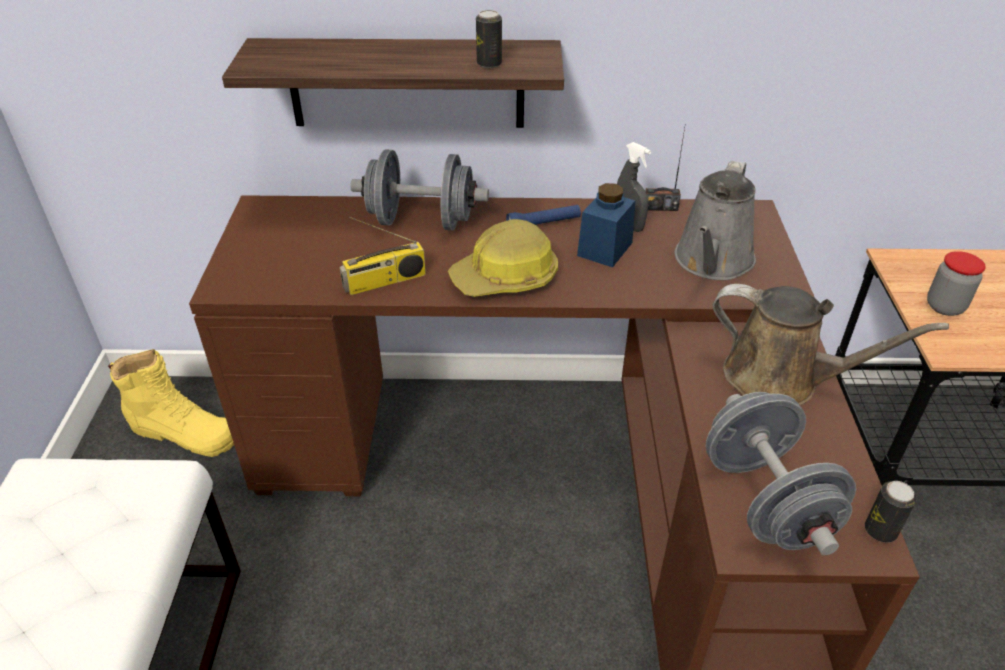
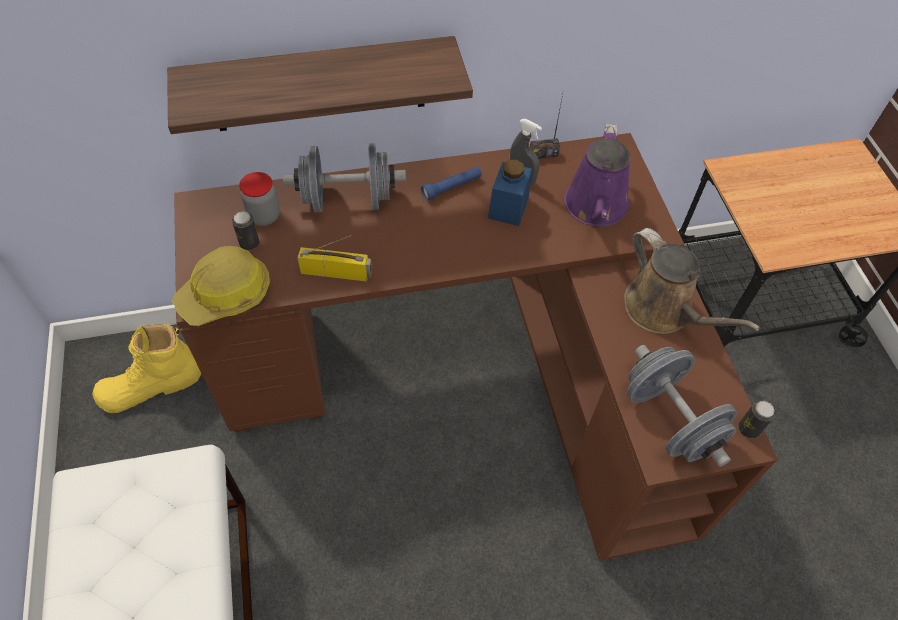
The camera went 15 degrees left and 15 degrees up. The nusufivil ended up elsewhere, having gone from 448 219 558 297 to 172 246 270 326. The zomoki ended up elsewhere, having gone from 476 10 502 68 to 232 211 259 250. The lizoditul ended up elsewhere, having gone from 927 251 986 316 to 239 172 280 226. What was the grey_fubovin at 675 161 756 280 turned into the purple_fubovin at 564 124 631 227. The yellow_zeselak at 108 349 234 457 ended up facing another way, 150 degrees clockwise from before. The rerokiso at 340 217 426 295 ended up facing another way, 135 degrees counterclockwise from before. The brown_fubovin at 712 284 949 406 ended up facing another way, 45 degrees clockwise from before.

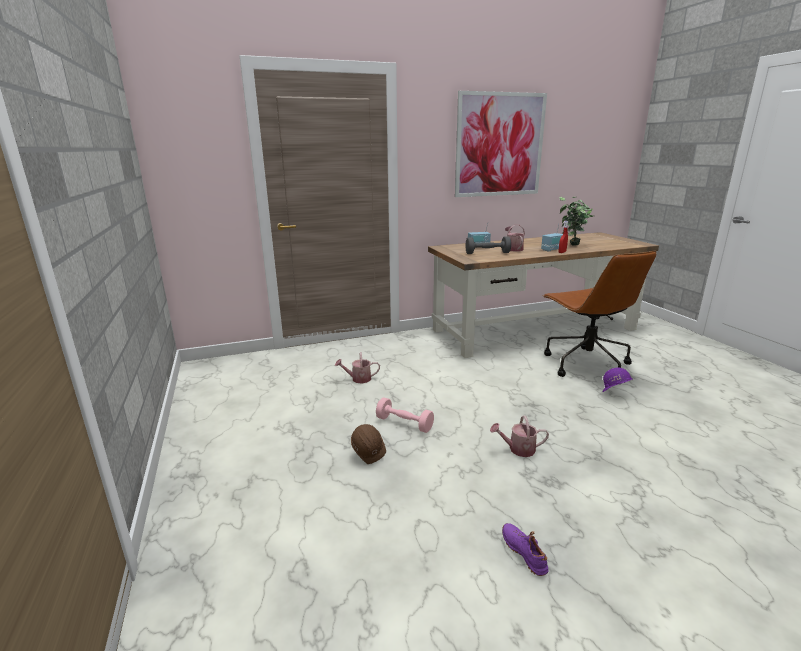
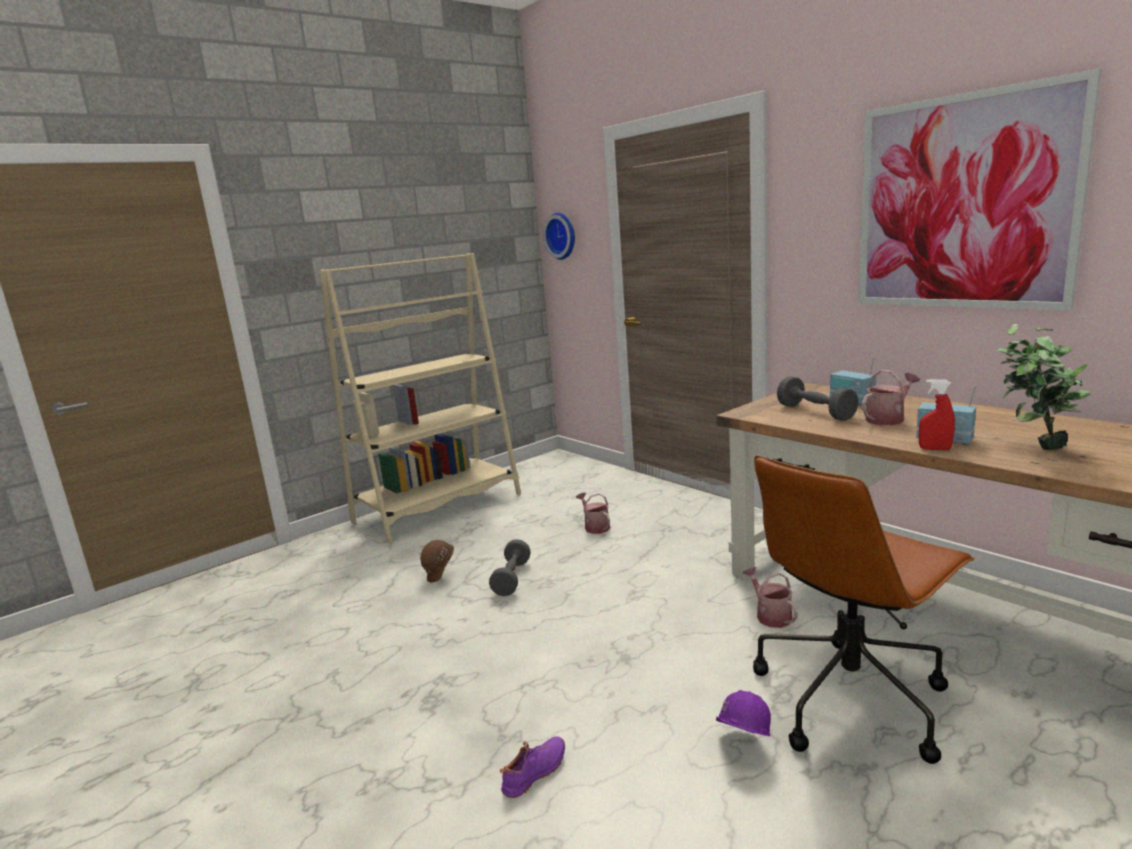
The camera went 70 degrees right and 5 degrees down. The second view gained the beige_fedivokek at 320 253 521 543. The second view gained the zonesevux at 543 213 575 260. The fubovin ended up elsewhere, having gone from 490 416 549 457 to 743 567 798 628. The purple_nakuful ended up elsewhere, having gone from 502 523 549 576 to 500 736 565 798. What was the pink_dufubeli at 376 397 434 433 turned into the grey_dufubeli at 489 539 531 596.

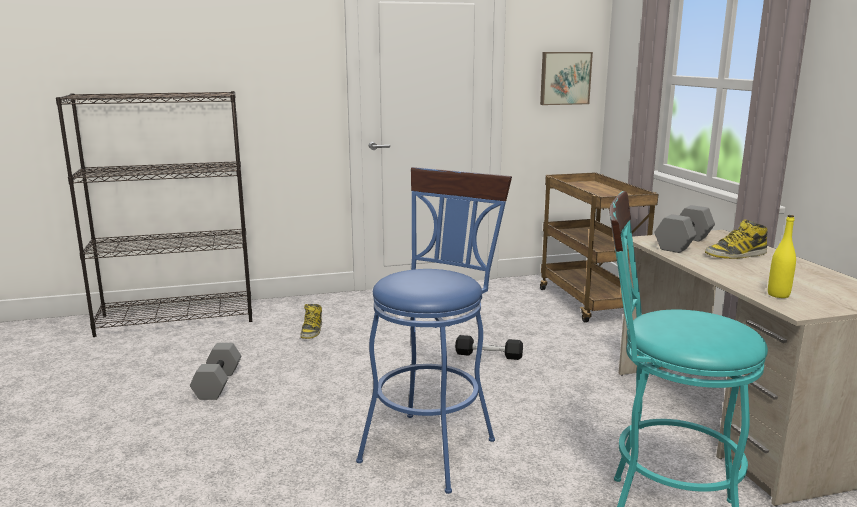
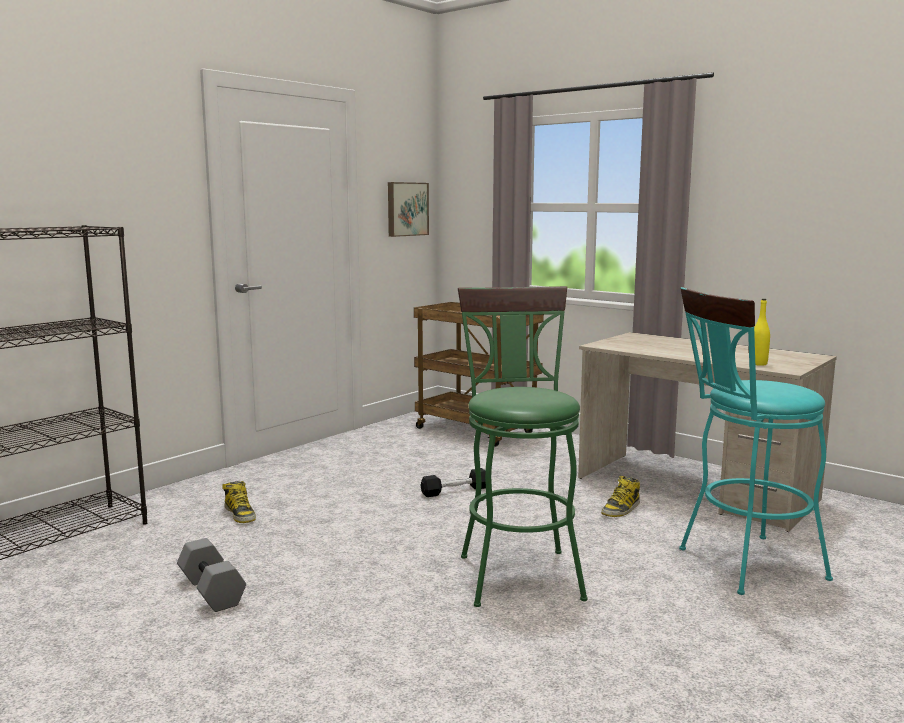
The camera went 35 degrees left and 5 degrees down. The second view lost the grey_dufubeli at 654 205 715 253. The zeselak ended up elsewhere, having gone from 705 219 768 259 to 601 476 640 517. What was the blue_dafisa at 356 167 512 494 turned into the green_dafisa at 458 286 588 607.

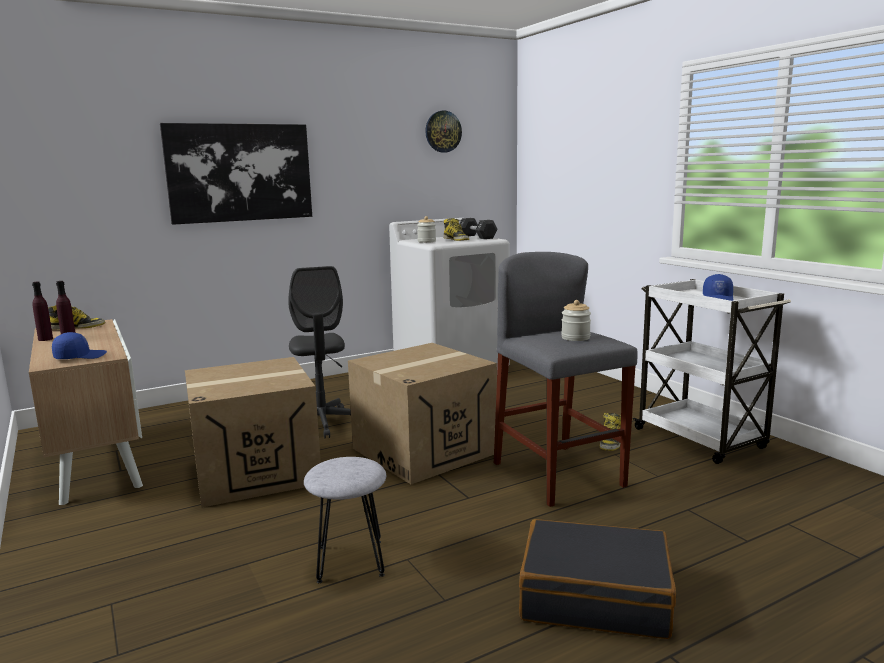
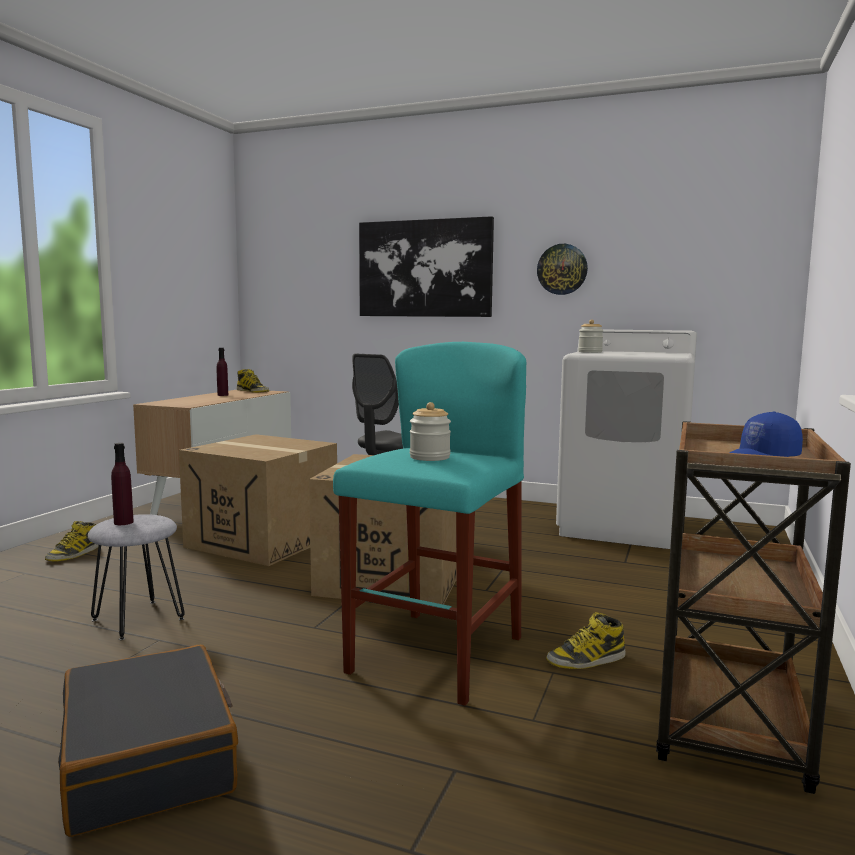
The camera went 50 degrees right and 5 degrees down. The second view lost the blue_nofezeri at 52 332 107 359. The second view lost the black_dufubeli at 460 218 497 239. The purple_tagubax ended up elsewhere, having gone from 32 282 53 341 to 111 443 134 525. The zonesevux ended up elsewhere, having gone from 425 111 462 153 to 537 244 588 295. The zeselak ended up elsewhere, having gone from 443 218 469 241 to 45 521 99 562. What was the grey_dafisa at 494 252 638 507 turned into the turquoise_dafisa at 333 342 526 706. What was the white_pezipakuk at 632 279 791 464 turned into the brown_pezipakuk at 656 421 851 794.

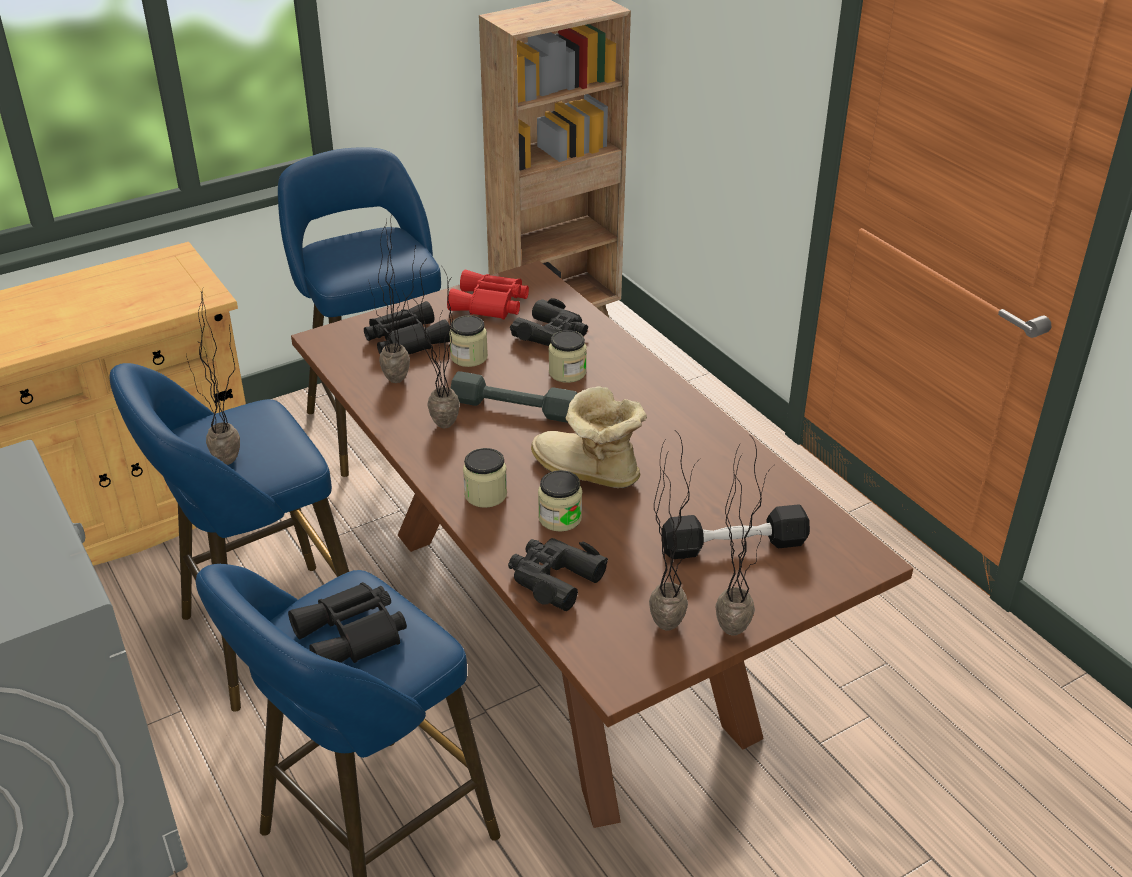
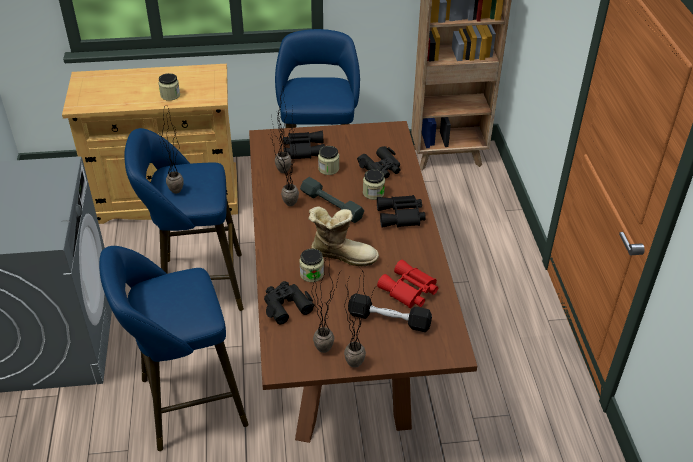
The camera went 25 degrees right and 5 degrees up. The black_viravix ended up elsewhere, having gone from 288 582 407 663 to 377 195 426 227. The red_viravix ended up elsewhere, having gone from 447 270 529 319 to 377 260 438 308. The lizoditul ended up elsewhere, having gone from 463 448 507 508 to 158 73 180 101. The zeselak at 531 386 647 488 ended up facing another way, 135 degrees clockwise from before.

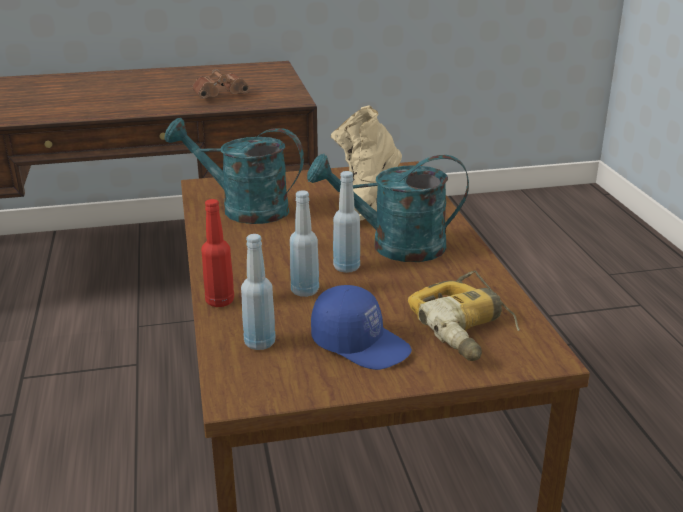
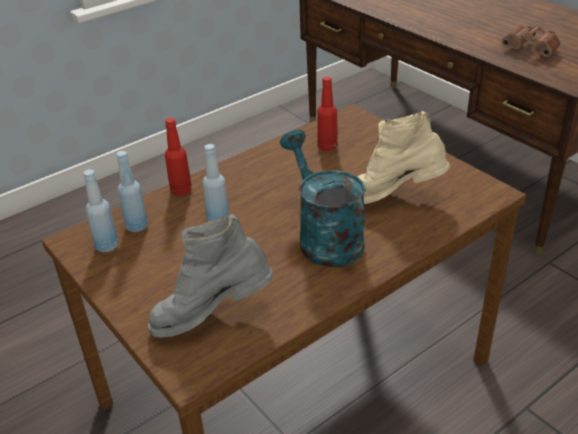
The camera went 65 degrees right and 10 degrees up. The second view lost the blue_nofezeri at 311 285 412 370. The blue_tagubax ended up elsewhere, having gone from 333 171 360 273 to 83 169 119 252. Where the turquoise_fubovin stood at 164 118 304 224, the red_tagubax came to stand at 317 76 338 151. Where the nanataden stood at 408 270 520 361, the grey_zeselak came to stand at 148 214 274 338.

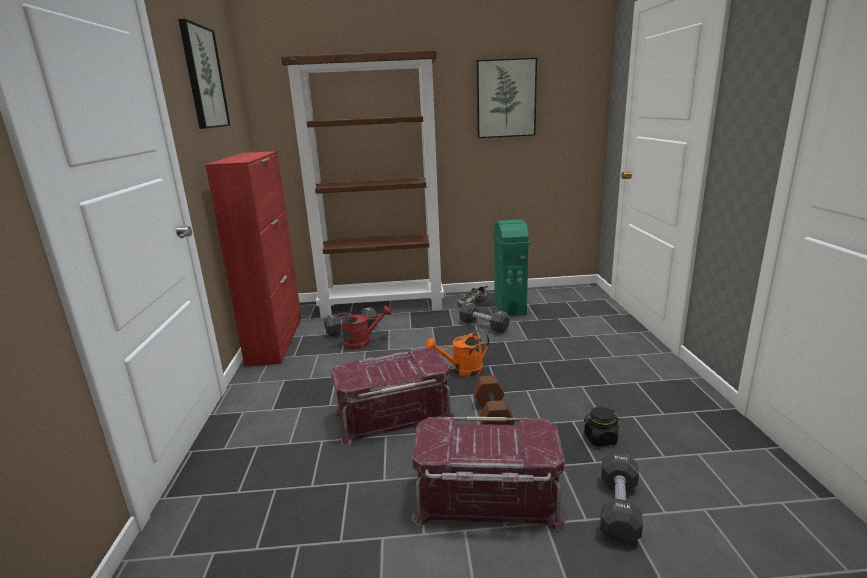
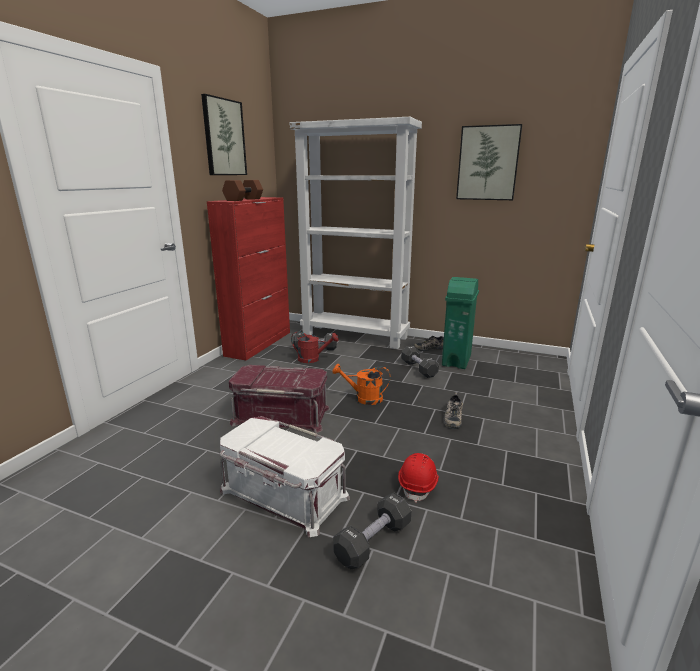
The camera went 25 degrees right and 0 degrees up. The second view gained the nakuful at 443 392 463 429. The brown_dufubeli ended up elsewhere, having gone from 473 375 515 425 to 222 180 263 201. Where the black_lizoditul stood at 584 407 619 447, the red_nusufivil came to stand at 398 453 439 503. What was the brown_fedivokek at 281 50 444 318 turned into the white_fedivokek at 290 117 422 349. What was the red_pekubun at 412 417 566 531 turned into the white_pekubun at 220 416 350 537.

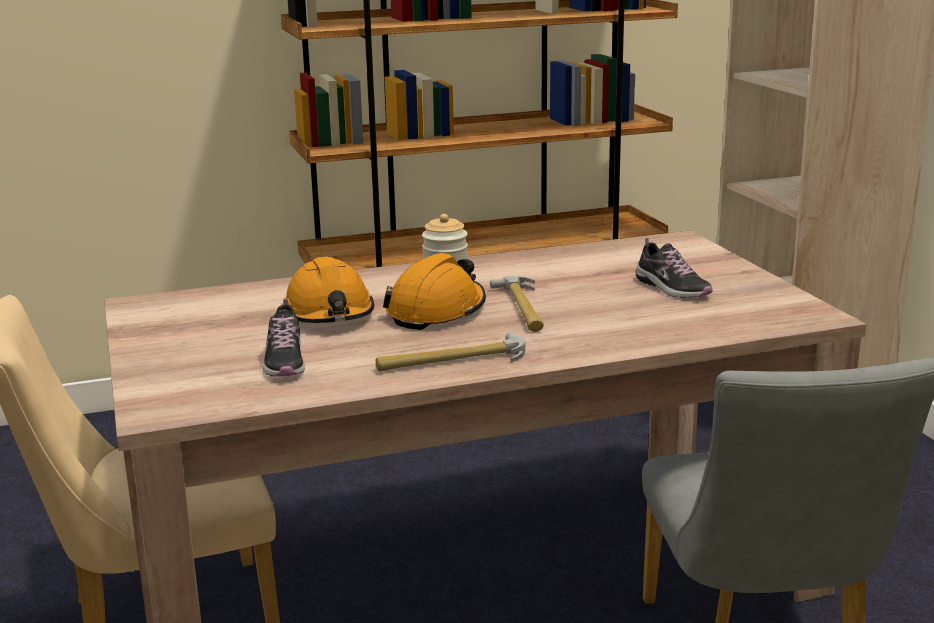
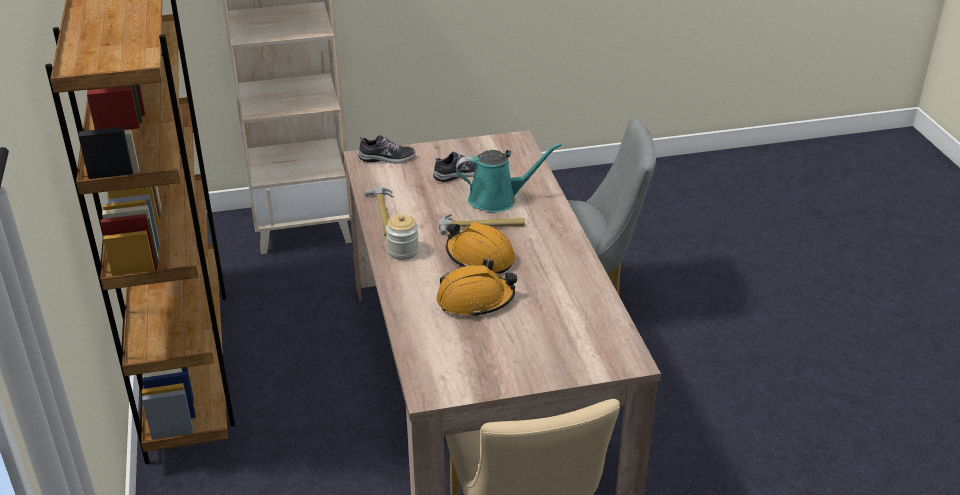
The camera went 85 degrees left and 15 degrees up. The second view gained the turquoise_fubovin at 456 143 561 212. The nakuful ended up elsewhere, having gone from 262 299 305 377 to 358 135 415 164. The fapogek ended up elsewhere, having gone from 376 332 525 372 to 365 187 393 237.

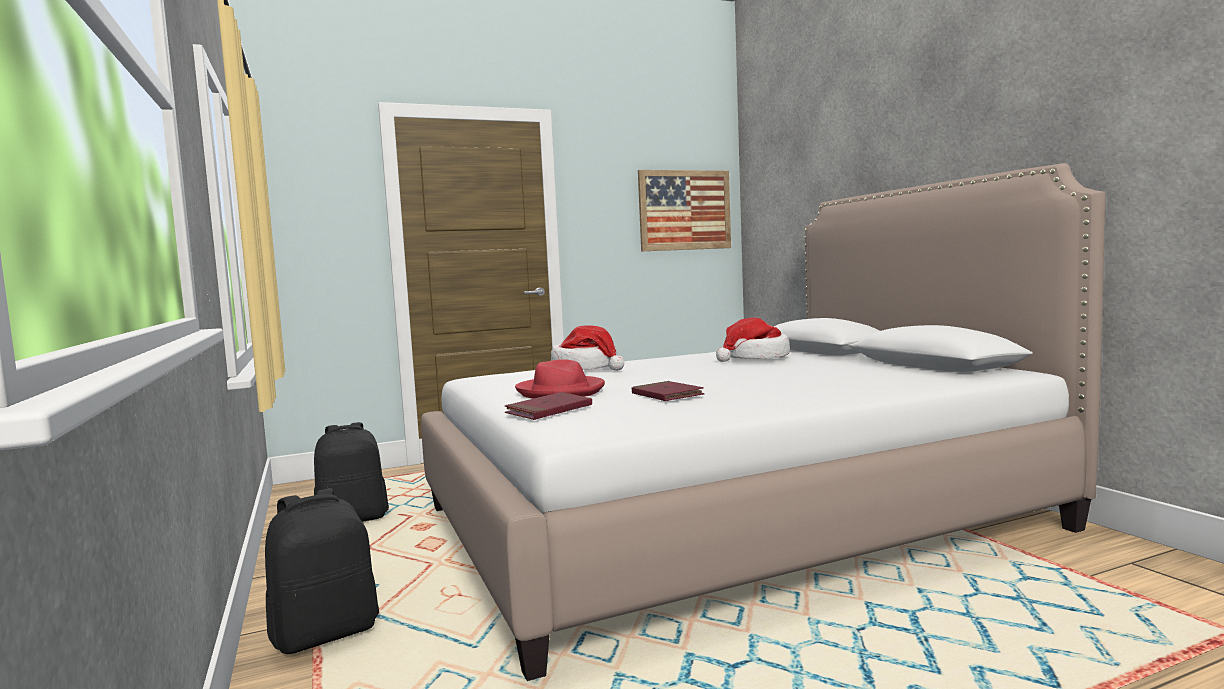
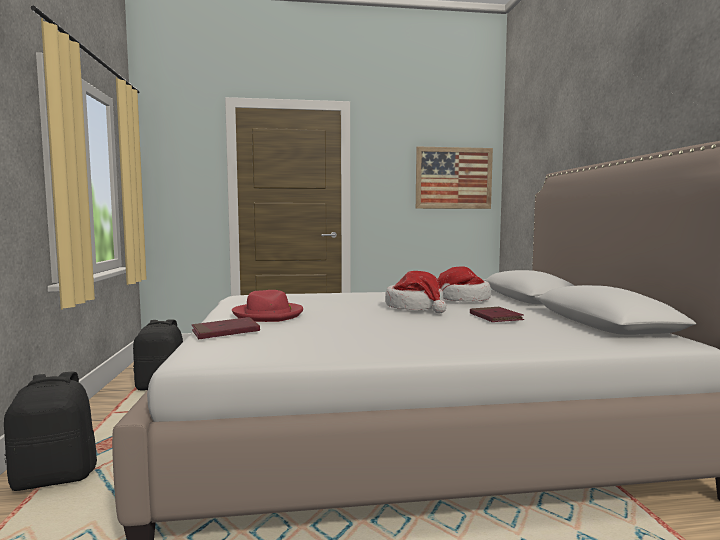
The camera went 15 degrees right and 0 degrees up. The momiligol ended up elsewhere, having gone from 551 325 624 371 to 385 271 446 313. The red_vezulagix ended up elsewhere, having gone from 632 381 704 401 to 470 307 524 322.

